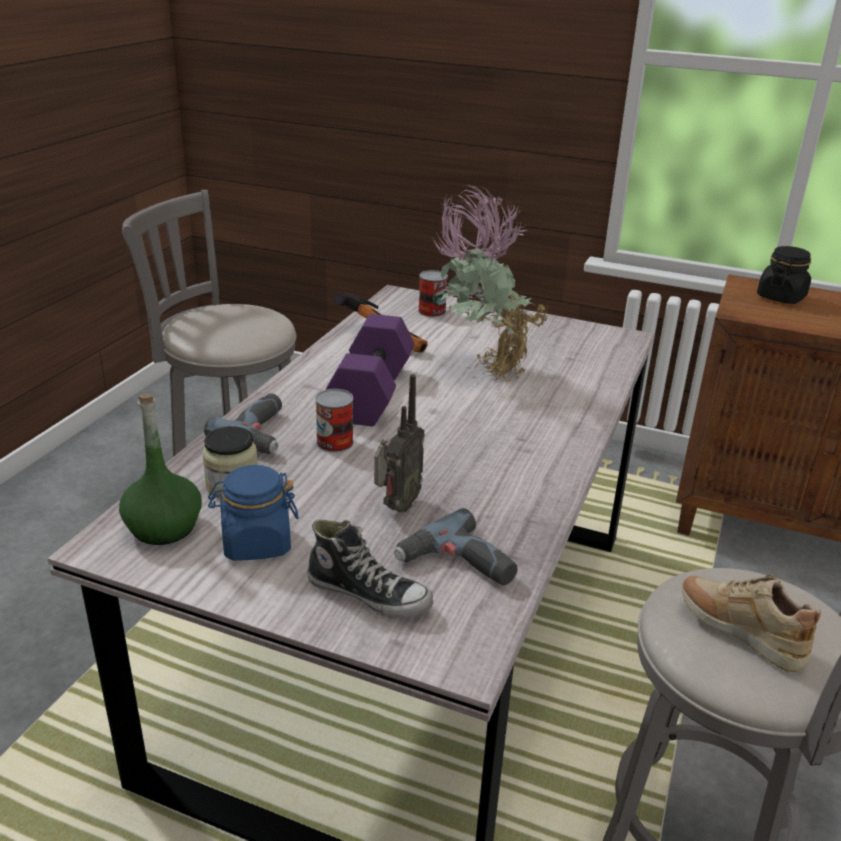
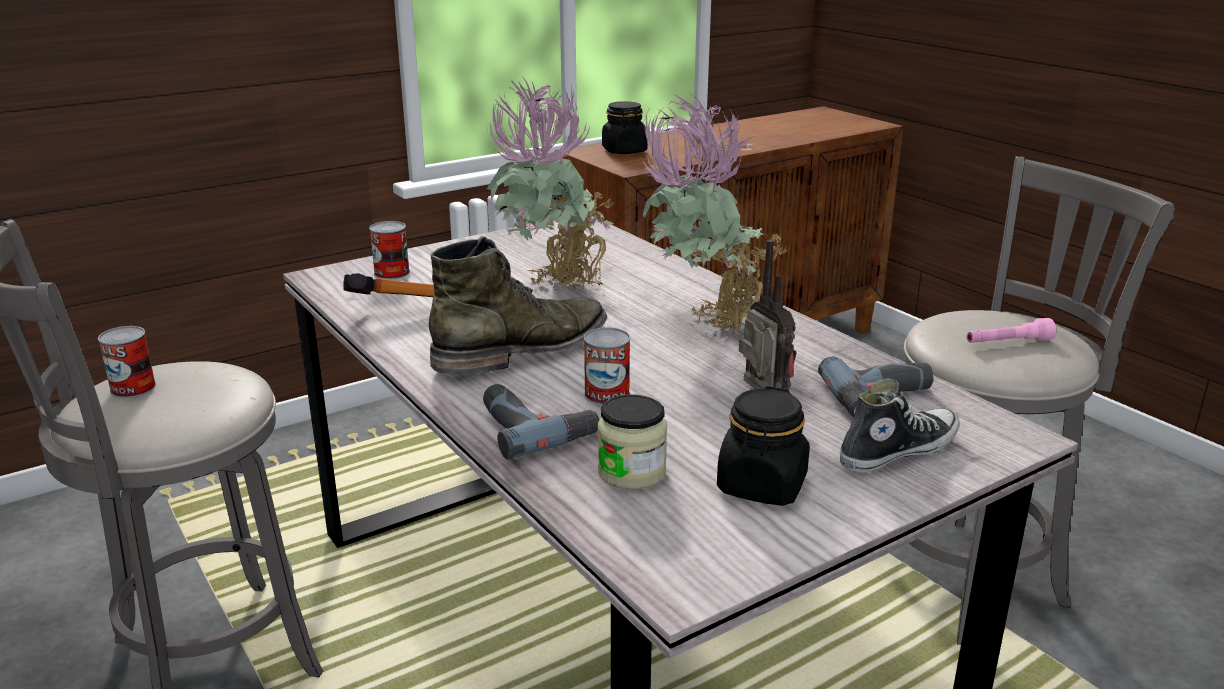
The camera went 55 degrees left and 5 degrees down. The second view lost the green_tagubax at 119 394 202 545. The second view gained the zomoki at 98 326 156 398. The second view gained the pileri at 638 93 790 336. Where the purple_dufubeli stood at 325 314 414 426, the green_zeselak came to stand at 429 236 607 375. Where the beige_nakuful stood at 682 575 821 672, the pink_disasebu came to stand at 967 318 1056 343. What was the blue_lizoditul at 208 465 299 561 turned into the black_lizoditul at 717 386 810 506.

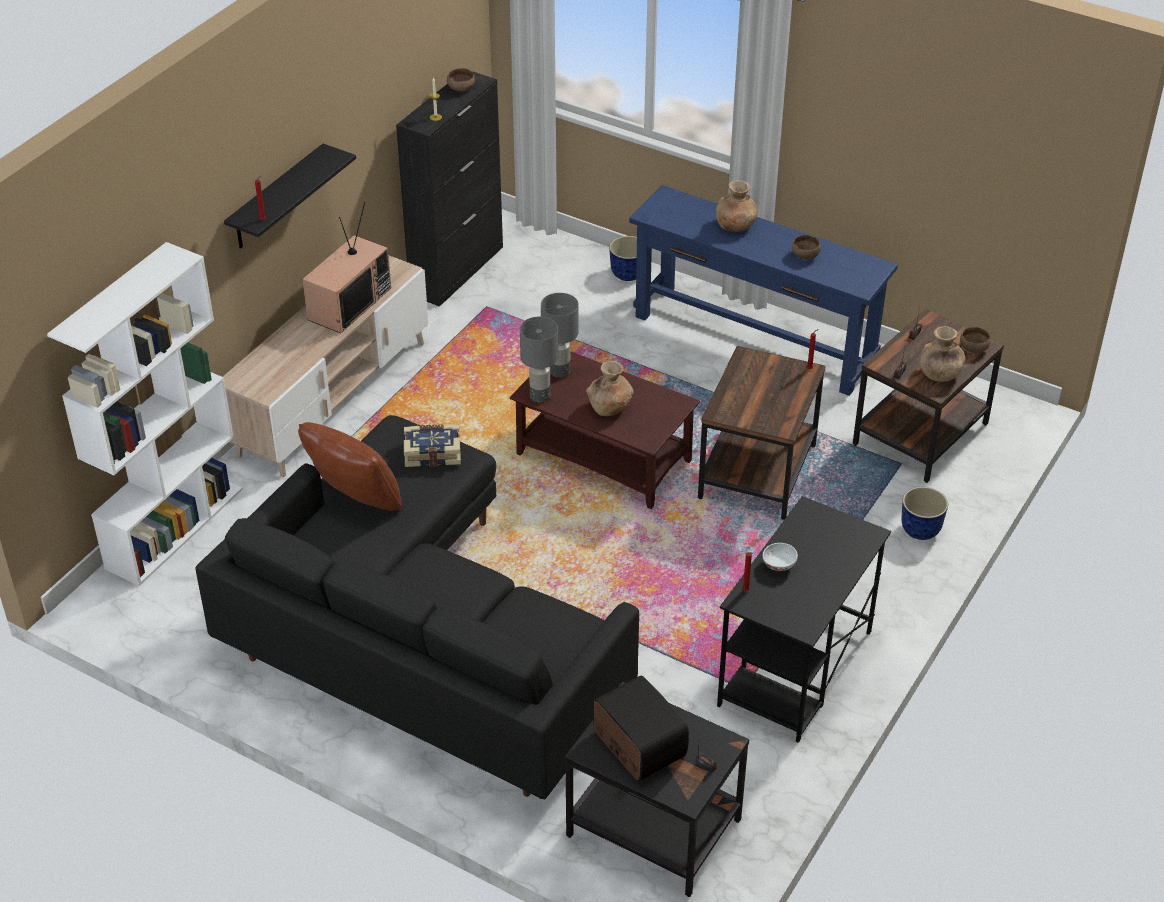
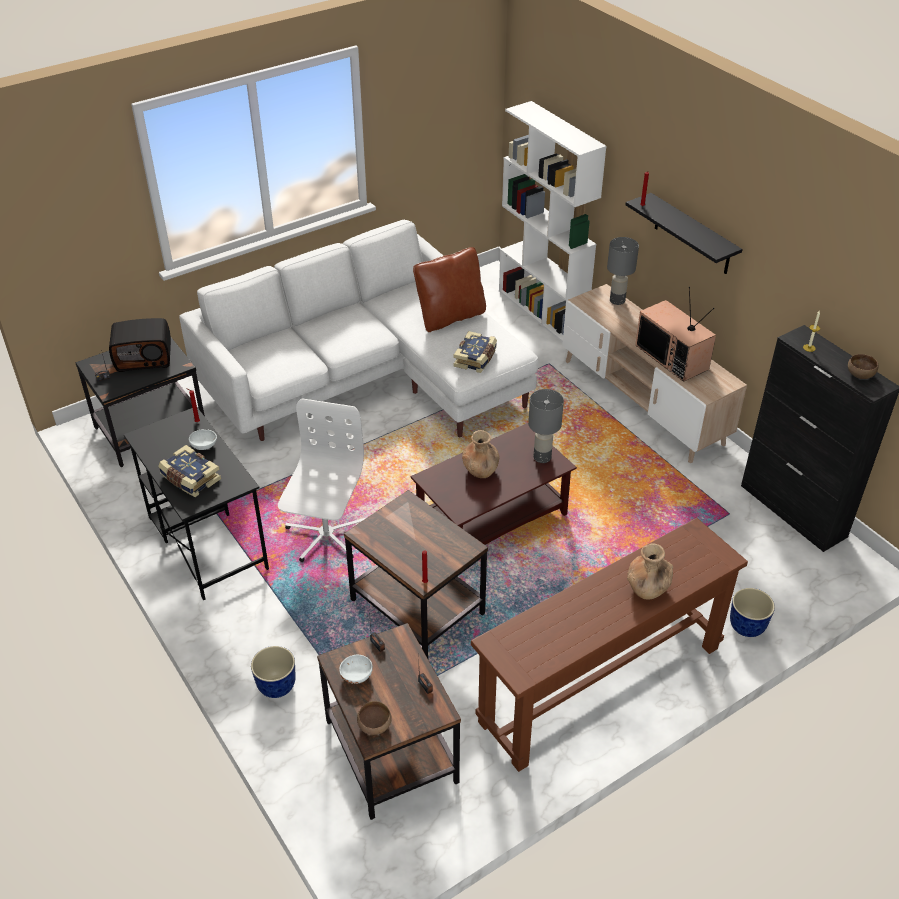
The camera went 115 degrees right and 0 degrees up. The second view lost the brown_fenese at 792 235 821 260. The second view gained the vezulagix at 158 445 221 497. The second view gained the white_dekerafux at 278 398 366 562. The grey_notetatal ended up elsewhere, having gone from 520 317 558 403 to 607 237 639 305. Where the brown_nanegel stood at 919 326 965 382, the white_fenese came to stand at 339 655 373 684. What was the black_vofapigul at 195 415 639 799 turned into the white_vofapigul at 179 220 539 441. What was the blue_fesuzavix at 629 185 898 396 turned into the brown_fesuzavix at 471 518 748 772.

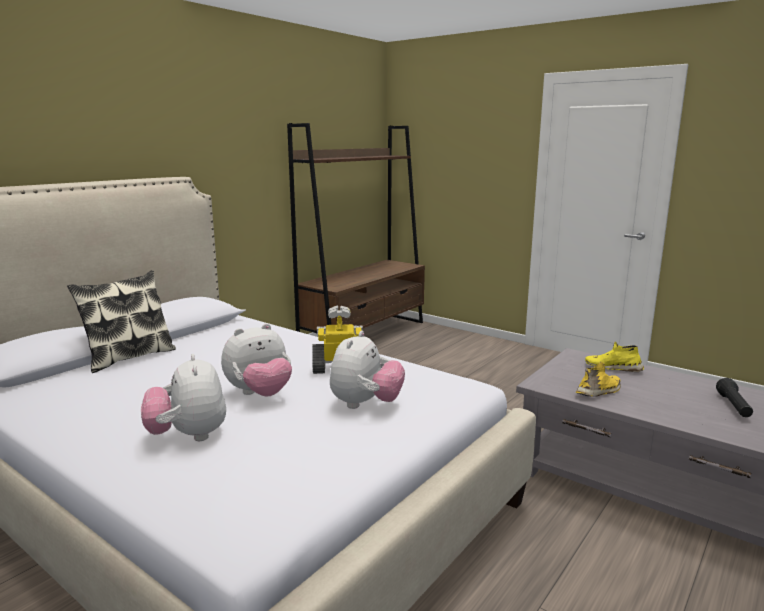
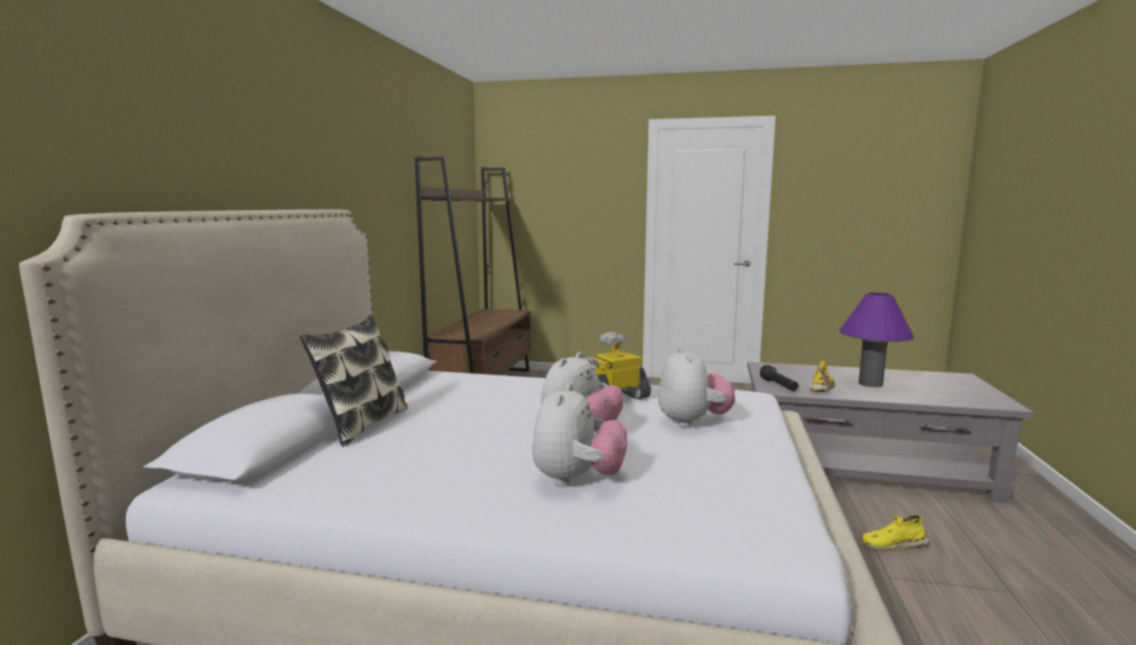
The camera went 25 degrees left and 5 degrees down. The second view gained the purple_notetatal at 839 292 914 387. The yellow_nakuful ended up elsewhere, having gone from 585 342 644 372 to 862 514 930 550. The black_disasebu ended up elsewhere, having gone from 716 378 753 417 to 760 365 799 391. The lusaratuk at 141 354 226 441 ended up facing another way, 120 degrees counterclockwise from before.

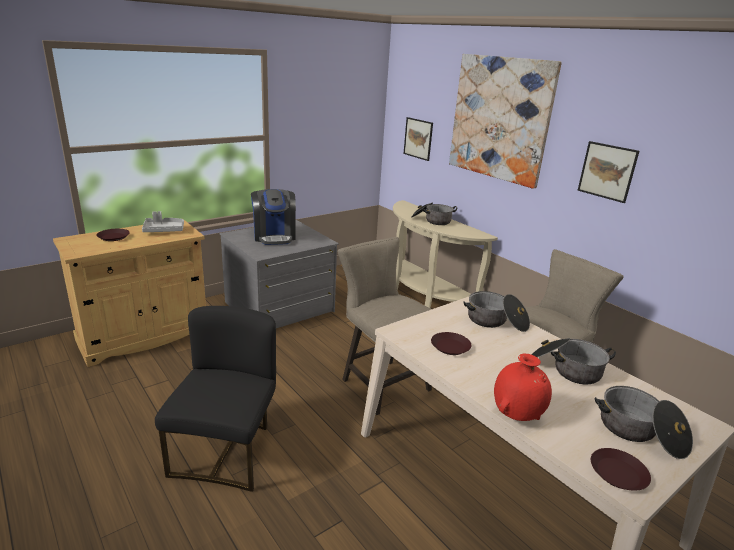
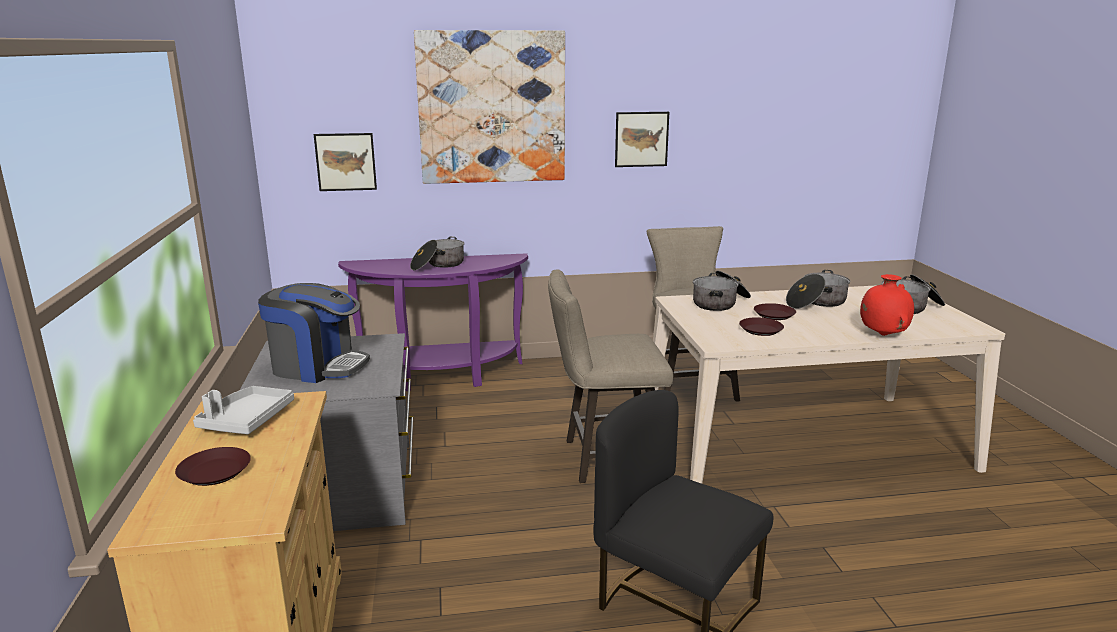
The camera went 60 degrees left and 5 degrees down. The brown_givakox ended up elsewhere, having gone from 591 448 651 491 to 754 303 796 320. What was the beige_fesuzavix at 393 200 498 308 turned into the purple_fesuzavix at 338 253 528 391.

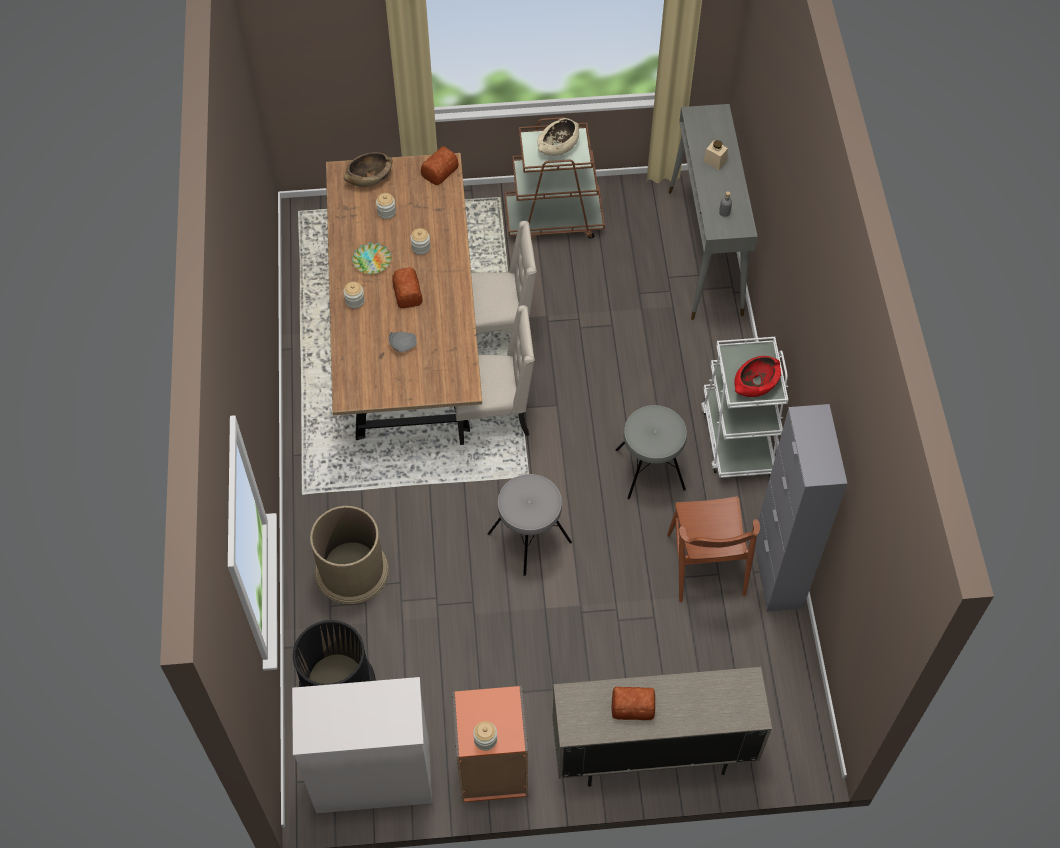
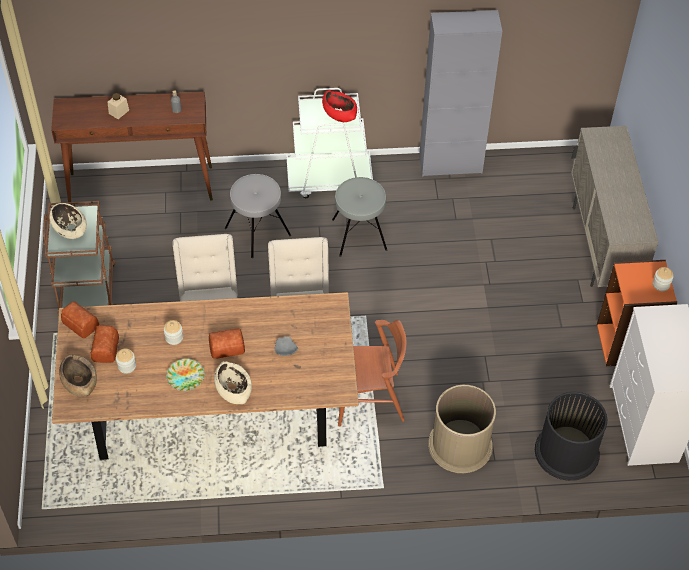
The camera went 90 degrees left and 5 degrees down. The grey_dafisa ended up elsewhere, having gone from 488 474 572 576 to 225 174 291 258. The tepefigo ended up elsewhere, having gone from 612 687 655 720 to 91 325 119 363. The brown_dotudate ended up elsewhere, having gone from 667 496 760 602 to 338 320 406 427. Where the lizoditul stood at 343 282 365 309, the beige_fenese came to stand at 214 361 252 404. What was the grey_fesuzavix at 669 104 758 320 turned into the brown_fesuzavix at 51 92 213 205.

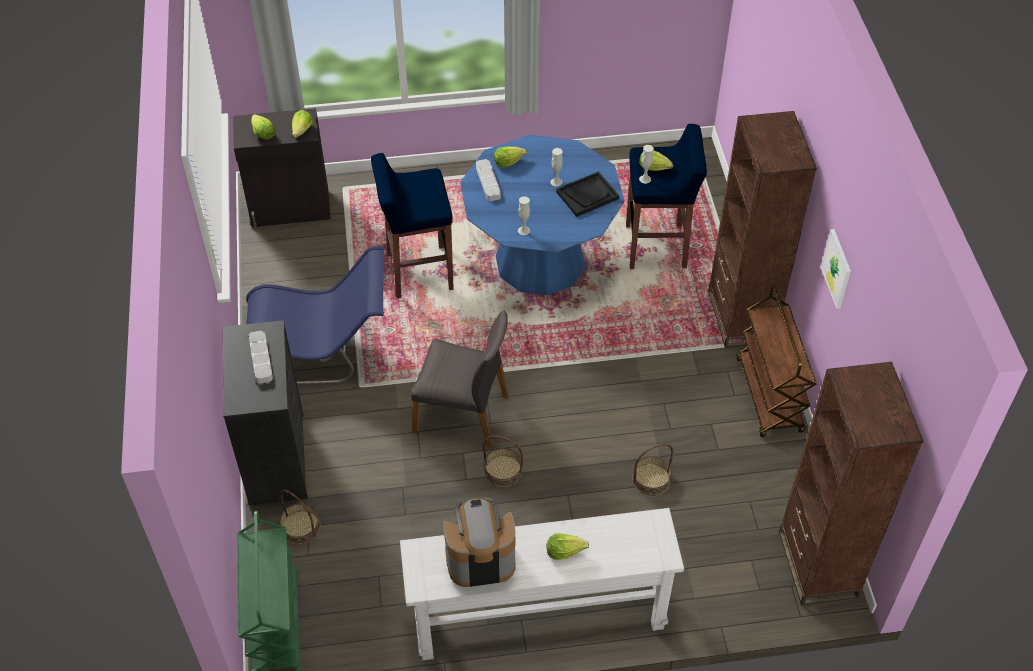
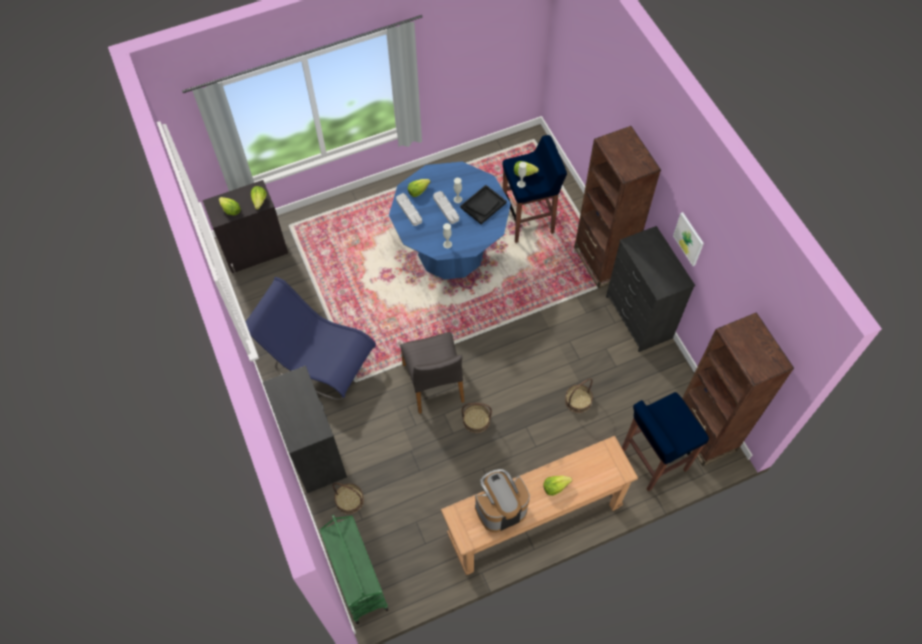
The camera went 15 degrees left and 10 degrees up. The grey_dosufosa ended up elsewhere, having gone from 249 331 273 383 to 433 191 459 224. The blue_dafisa ended up elsewhere, having gone from 371 153 454 299 to 622 392 709 491. Where the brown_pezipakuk stood at 736 285 816 437, the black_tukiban came to stand at 606 226 695 352. What was the white_fesuzavix at 400 508 684 660 turned into the brown_fesuzavix at 441 436 638 575. The blue_dotudate at 246 246 385 384 ended up facing another way, 135 degrees counterclockwise from before. The grey_dotudate at 412 310 509 447 ended up facing another way, 75 degrees clockwise from before.

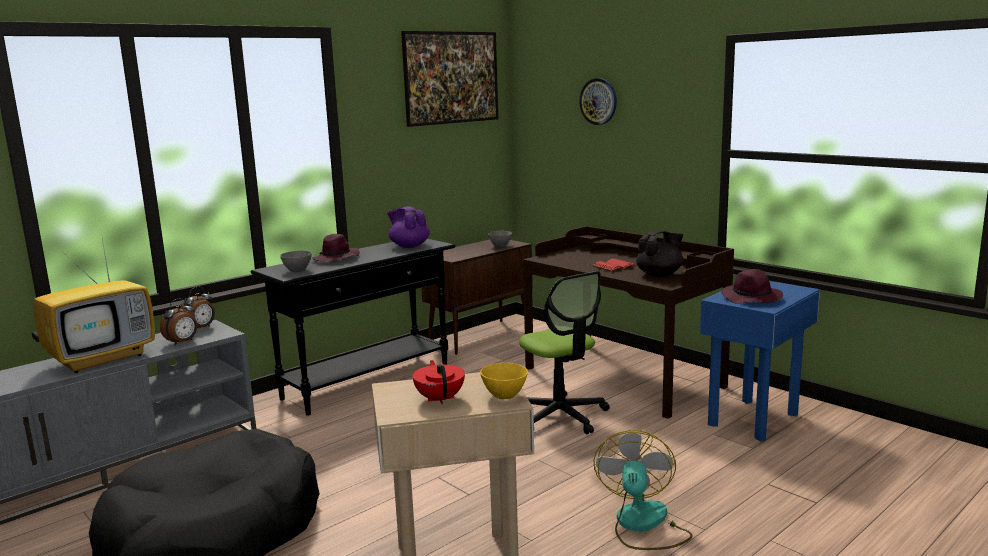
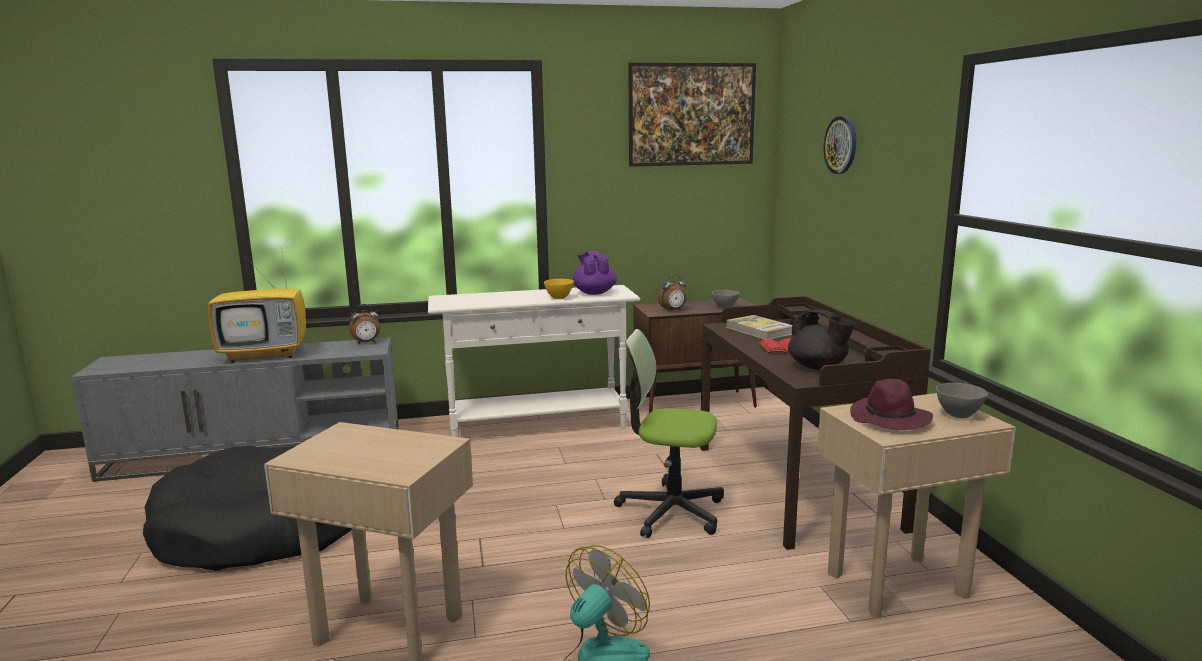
The camera went 30 degrees right and 0 degrees up. The second view lost the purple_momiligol at 312 234 360 262. The second view lost the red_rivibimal at 413 360 465 404. The second view gained the vezulagix at 726 315 792 339. The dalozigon ended up elsewhere, having gone from 160 298 198 345 to 658 274 686 311. The grey_fenese ended up elsewhere, having gone from 280 250 312 272 to 936 383 988 418. The yellow_fenese ended up elsewhere, having gone from 480 363 528 399 to 544 279 574 299. What was the black_fesuzavix at 251 239 455 416 turned into the white_fesuzavix at 428 285 640 437. What was the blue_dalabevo at 700 281 820 442 turned into the beige_dalabevo at 817 393 1016 618. The dekerafux at 519 271 610 434 ended up facing another way, 105 degrees clockwise from before. The black_rivibimal at 636 231 683 277 ended up facing another way, 45 degrees clockwise from before.

